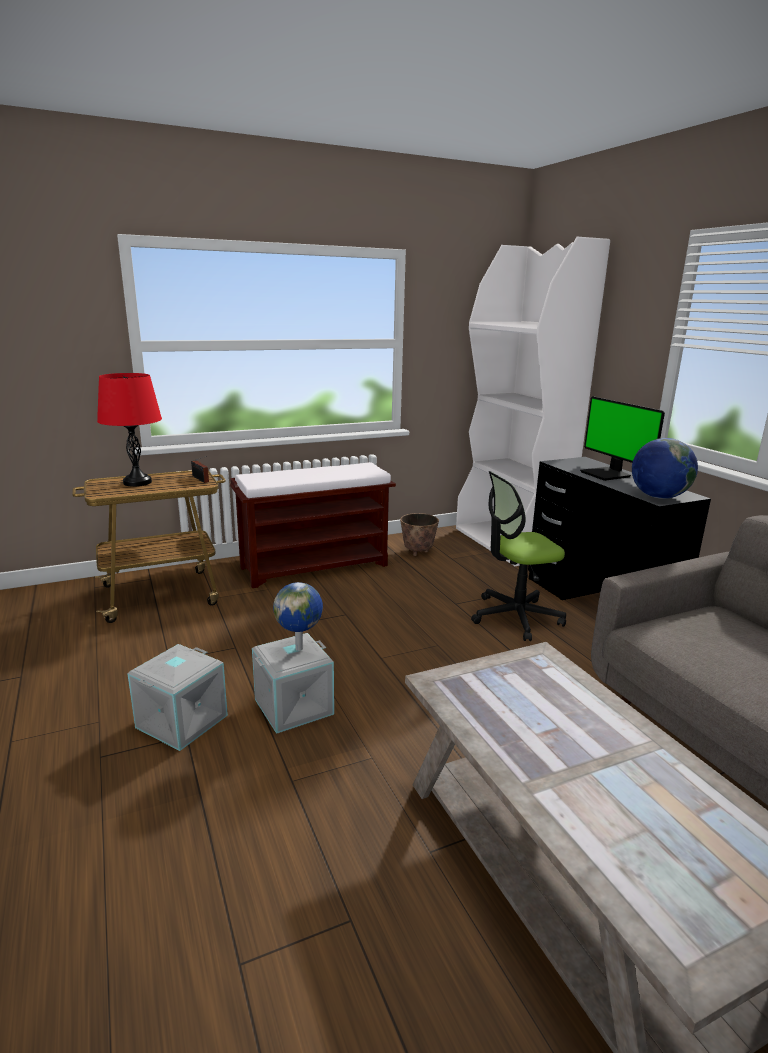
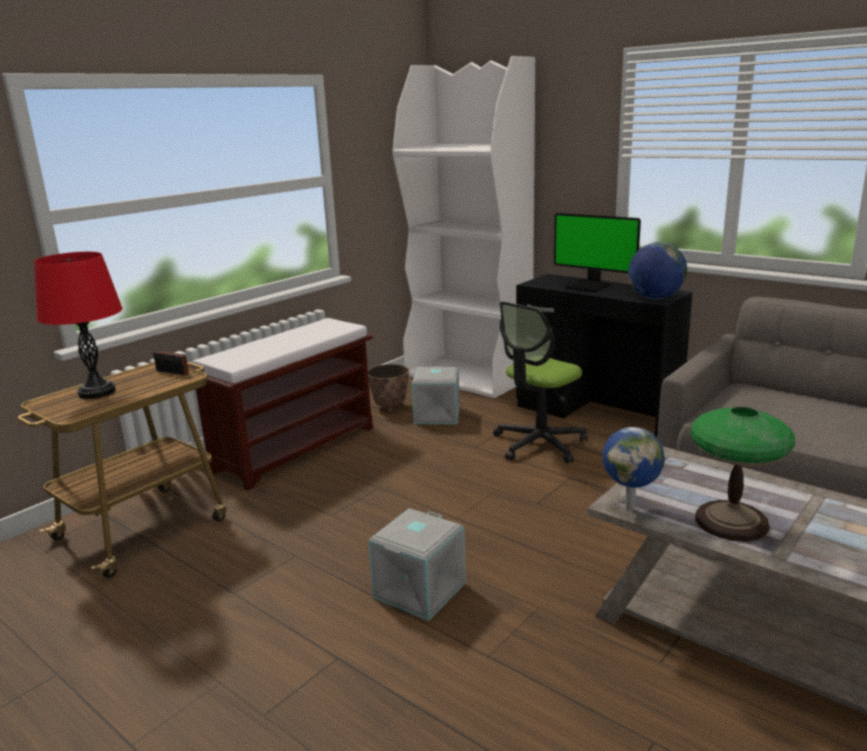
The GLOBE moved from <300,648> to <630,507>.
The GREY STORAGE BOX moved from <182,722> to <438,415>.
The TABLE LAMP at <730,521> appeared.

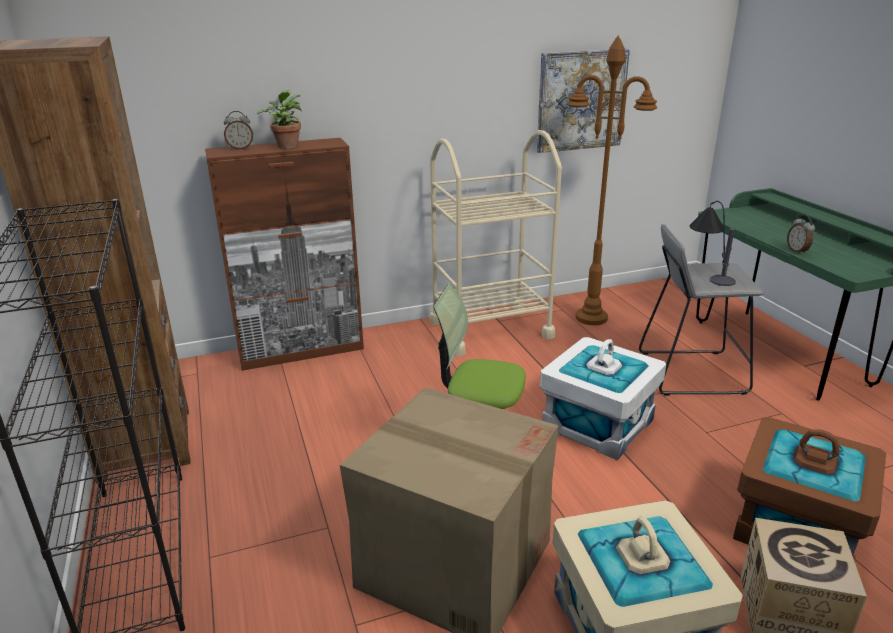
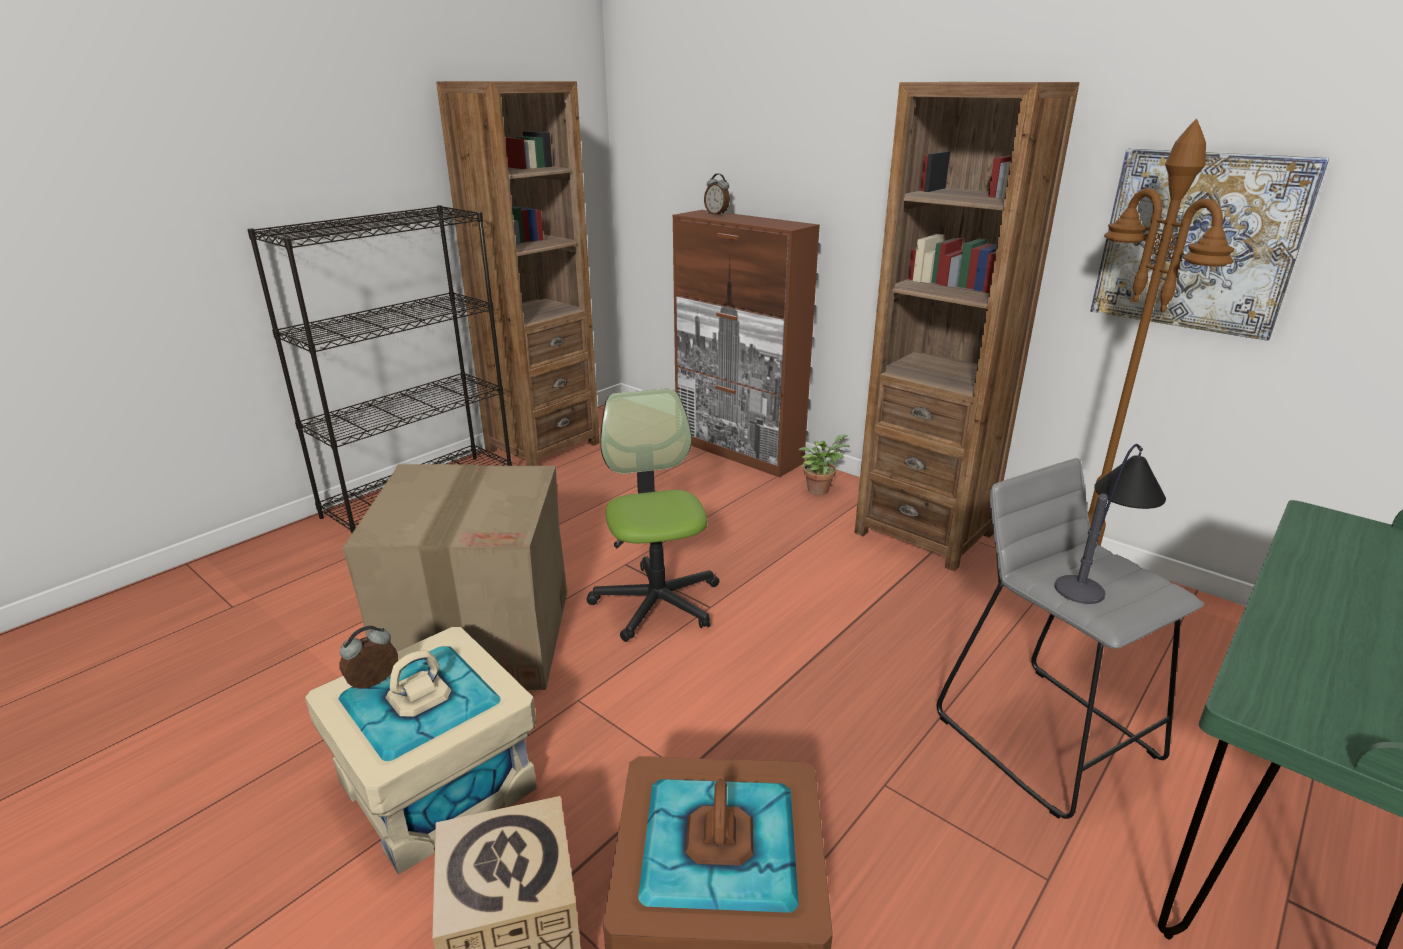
The POTTED PLANT moved from <287,146> to <819,489>.
The BEIGE CART at <490,329> was replaced by the BROWN BOOKCASE at <924,533>.
The ALARM CLOCK moved from <797,251> to <374,683>.
The WHITE STORAGE BOX at <597,423> disappeared.

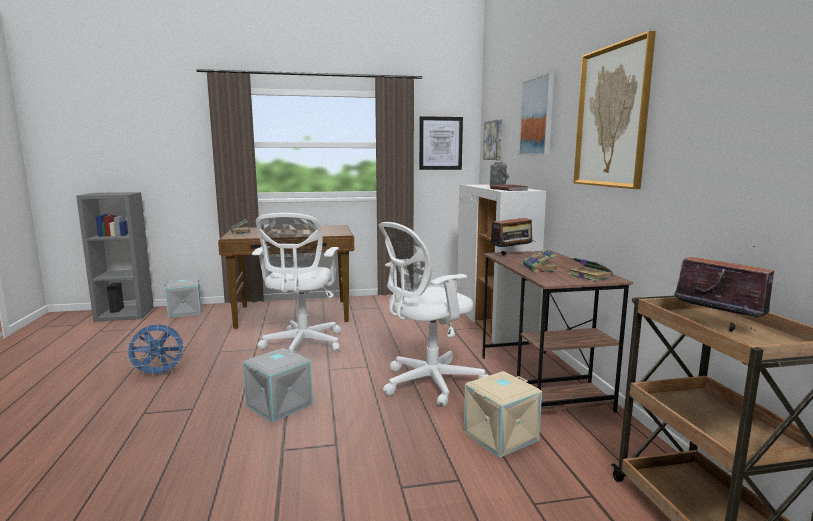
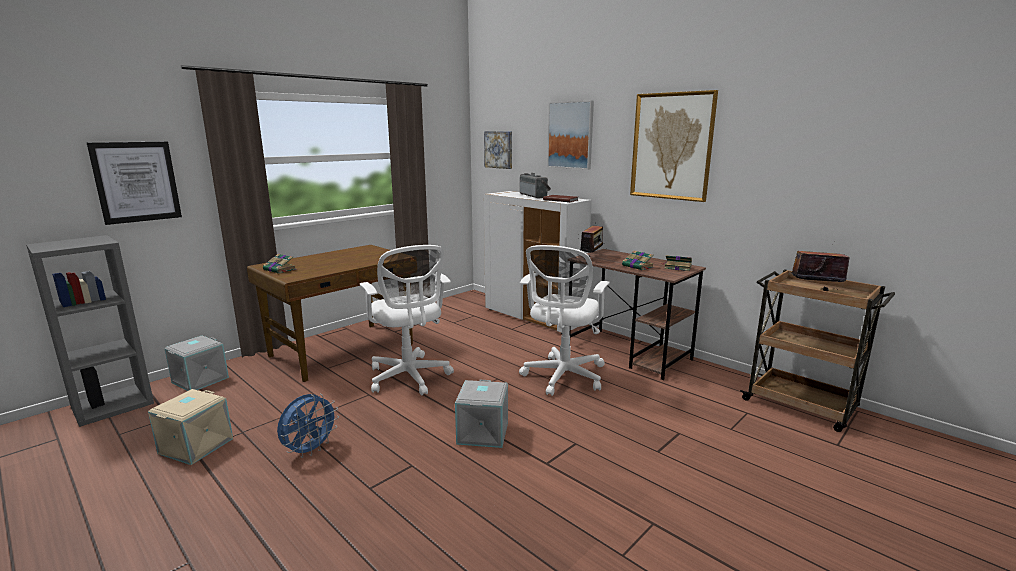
The PICTURE moved from <440,143> to <136,182>.
The BEIGE STORAGE BOX moved from <501,437> to <196,446>.

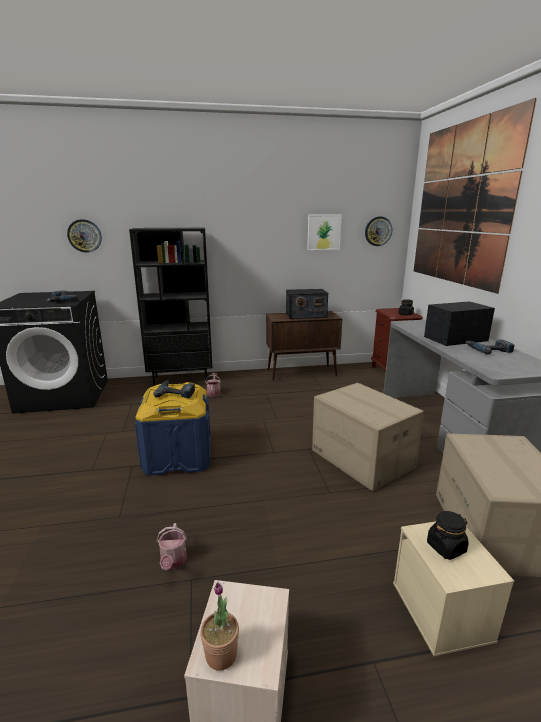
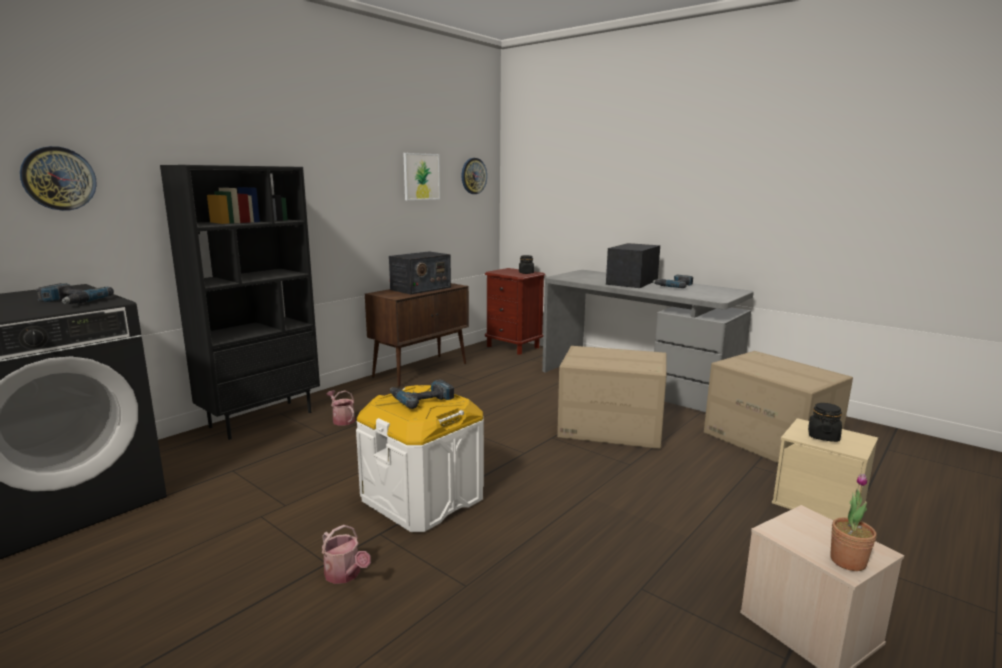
The PICTURE at <461,205> disappeared.
The BLUE STORAGE BOX at <178,456> became the WHITE STORAGE BOX at <423,498>.
The WATERING CAN moved from <173,561> to <345,575>.

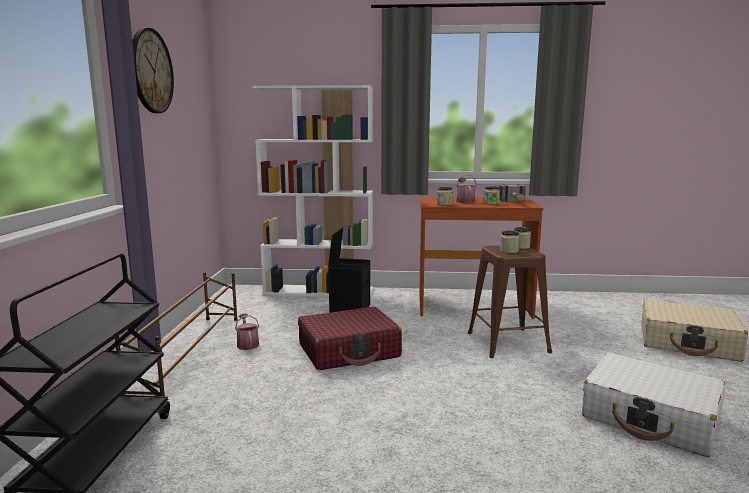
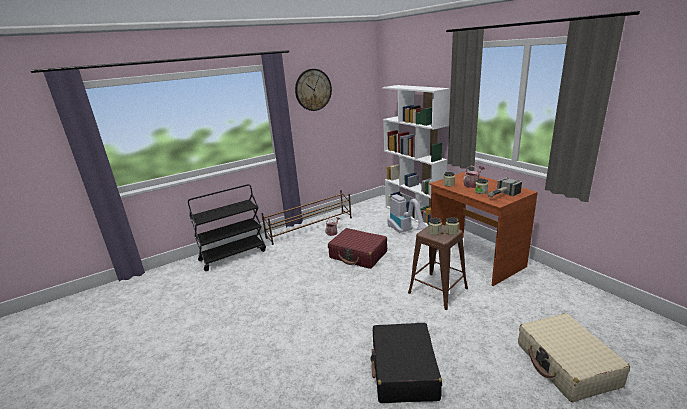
The BLACK STORAGE BOX at <349,309> was replaced by the VACUUM CLEANER at <405,231>.
The WHITE SUITCASE at <650,418> became the BLACK SUITCASE at <404,371>.

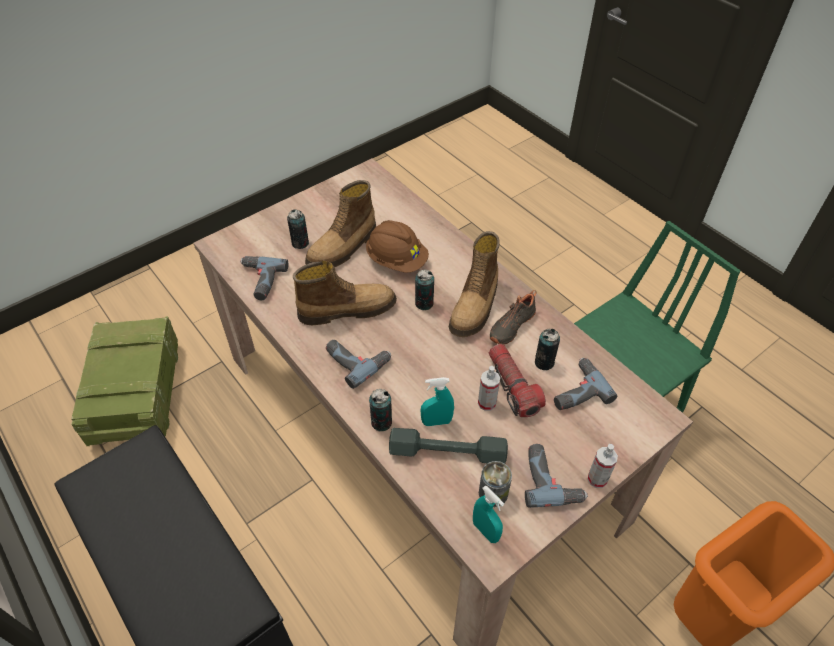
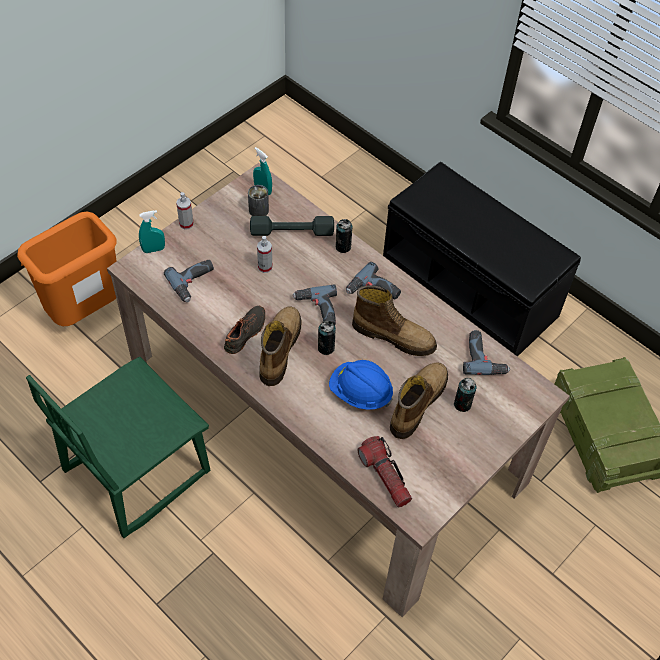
The BROWN HARD HAT at <397,260> became the BLUE HARD HAT at <360,393>.
The BOOT at <347,309> turned 135 degrees counterclockwise.
The CAN at <544,362> disappeared.
The FLASHLIGHT moved from <512,386> to <385,476>.
The TURQUOISE SPRAY BOTTLE moved from <436,422> to <153,249>.
The POWER DRILL moved from <551,479> to <317,310>.

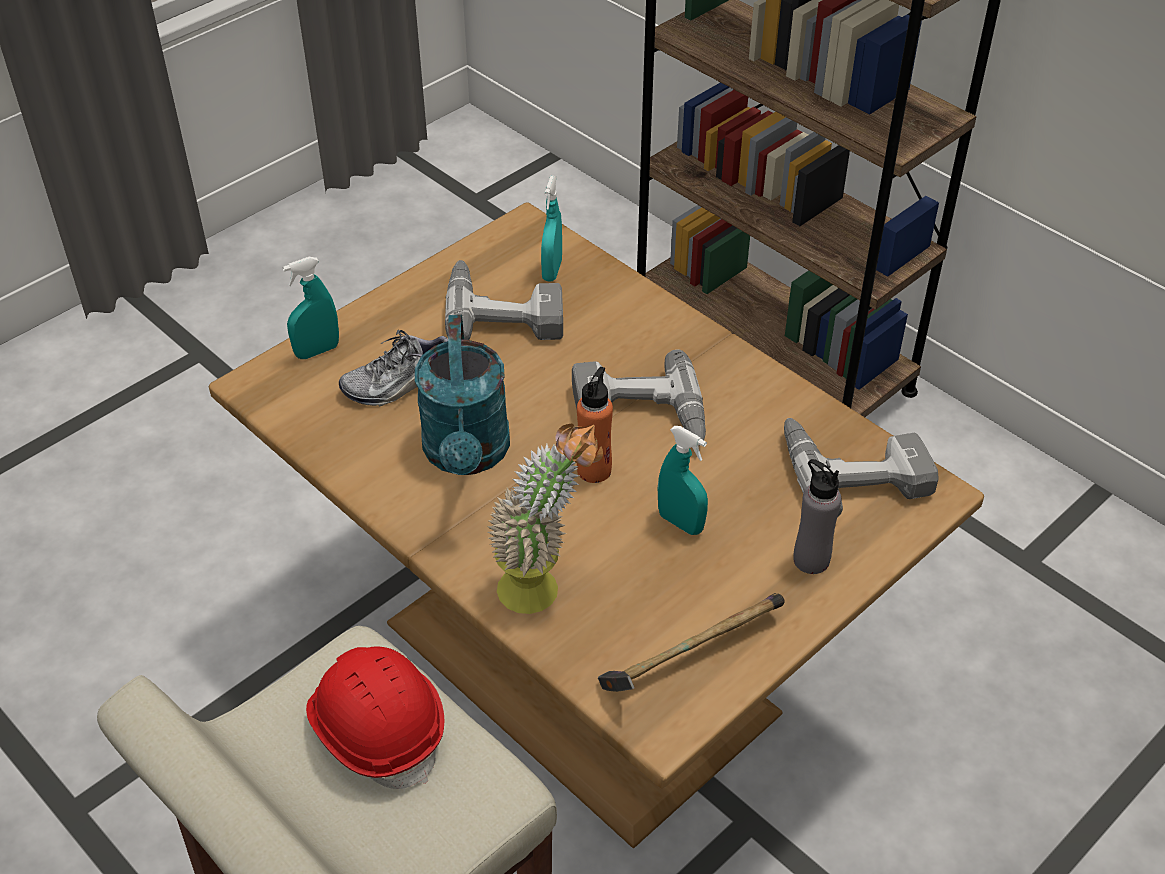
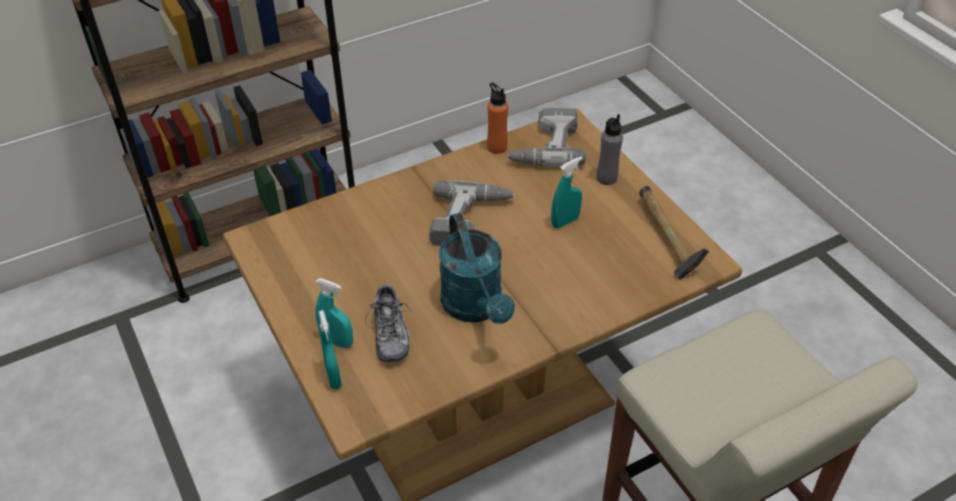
The TURQUOISE SPRAY BOTTLE moved from <552,270> to <337,341>.
The POWER DRILL at <504,310> disappeared.
The TURQUOISE WATERING CAN at <467,455> turned 60 degrees clockwise.
The ORANGE BOTTLE moved from <594,470> to <497,147>.
The POTTED PLANT at <544,587> disappeared.
The RED HARD HAT at <377,729> disappeared.

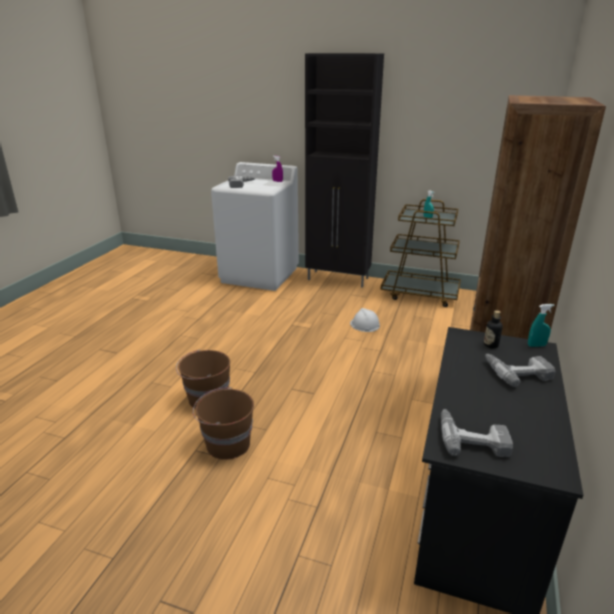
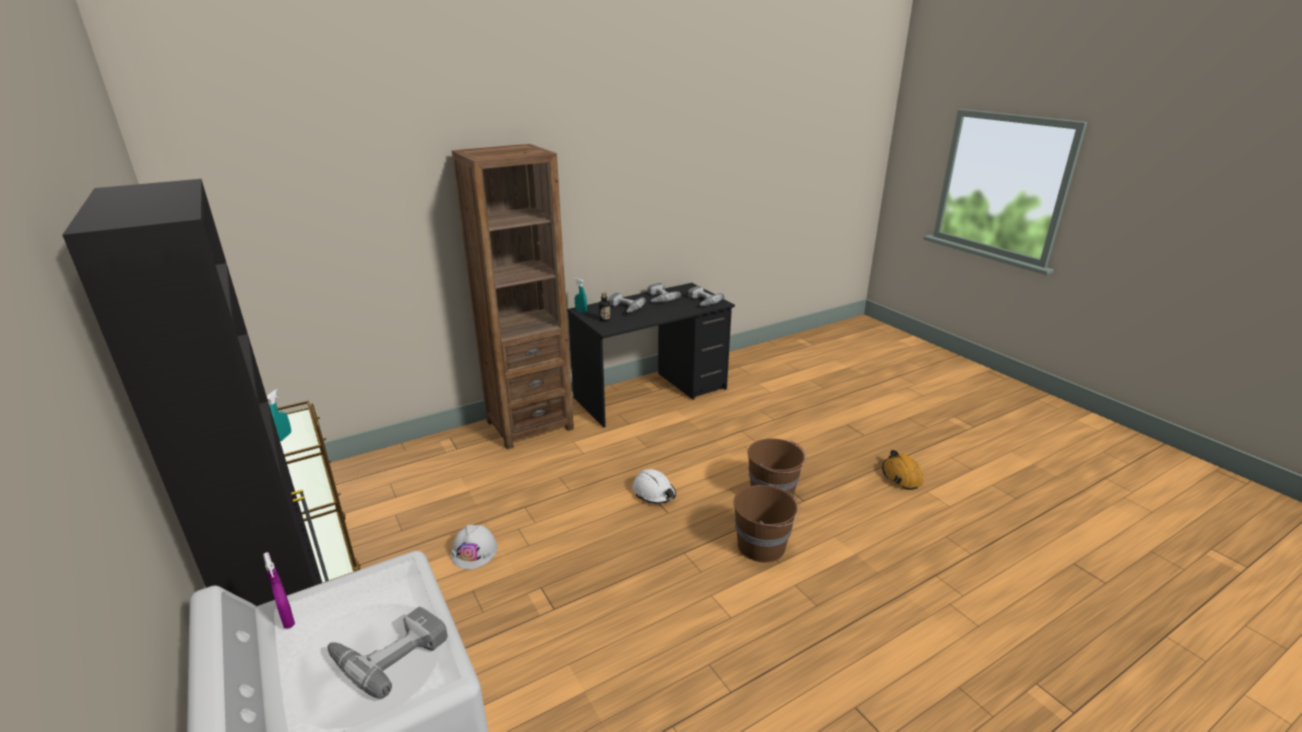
The POWER DRILL at <658,298> appeared.
The ORANGE HARD HAT at <901,476> appeared.
The WHITE HARD HAT at <654,493> appeared.

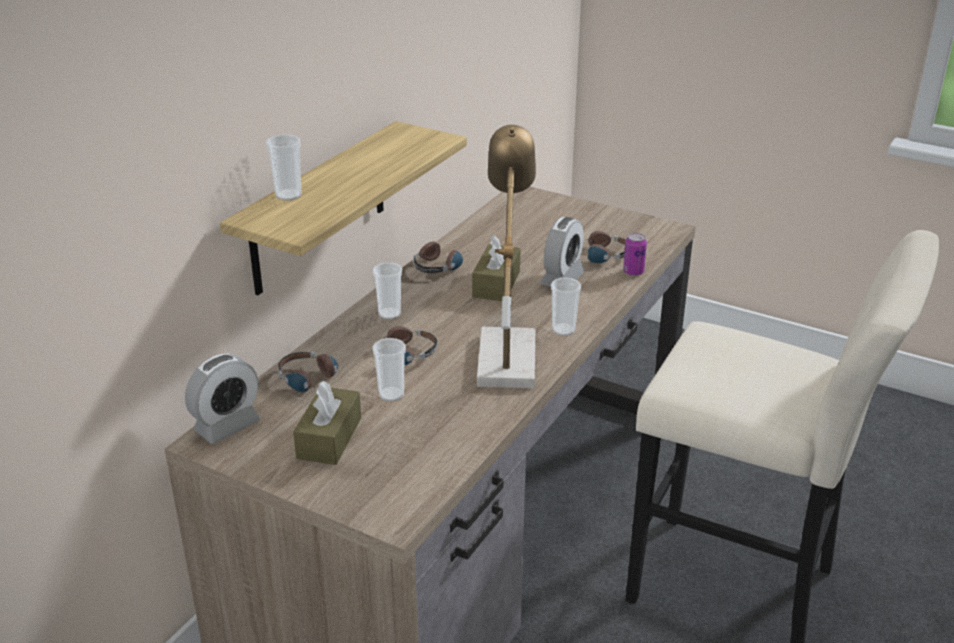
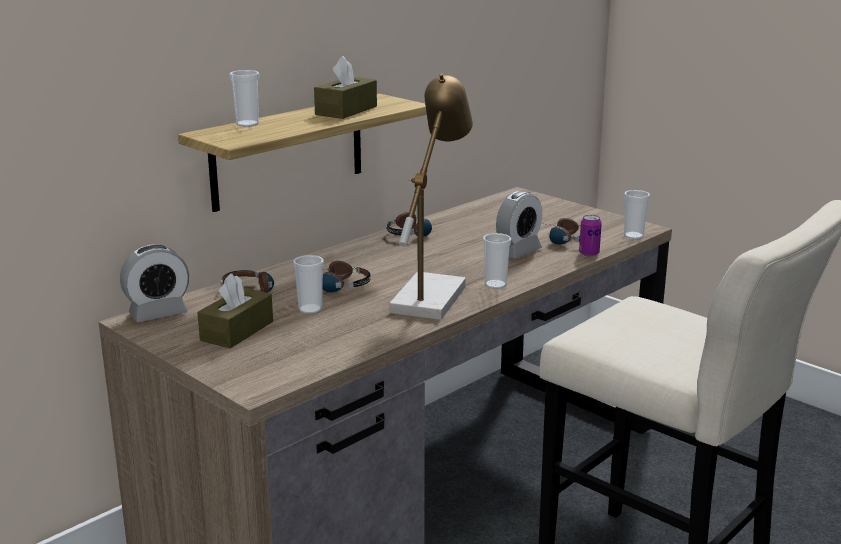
The BROWN TISSUE BOX moved from <496,284> to <346,110>.
The CUP moved from <389,314> to <633,236>.

